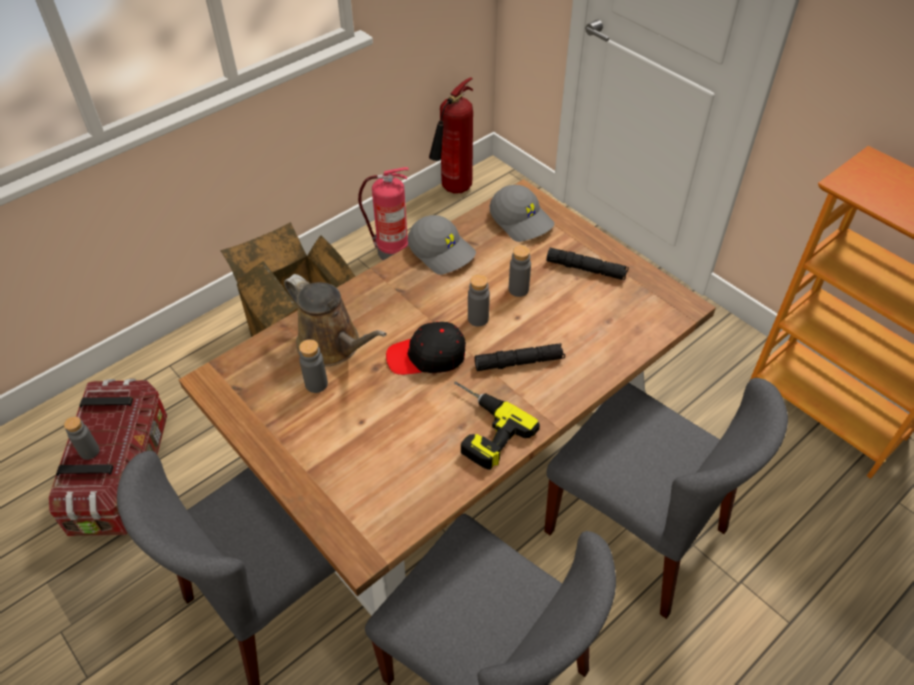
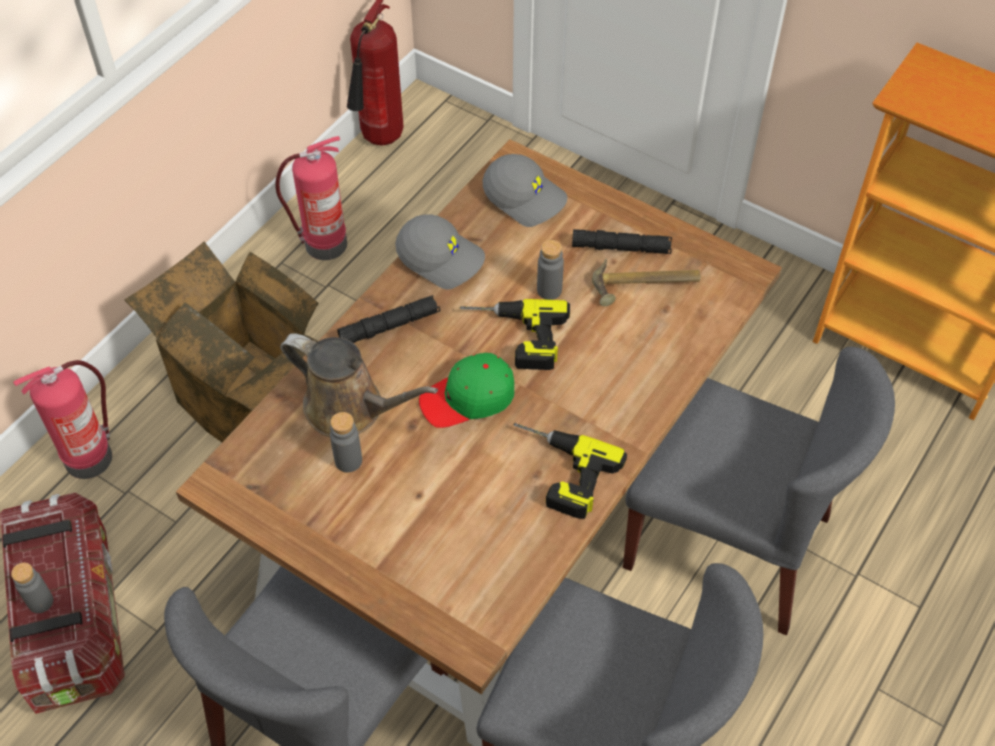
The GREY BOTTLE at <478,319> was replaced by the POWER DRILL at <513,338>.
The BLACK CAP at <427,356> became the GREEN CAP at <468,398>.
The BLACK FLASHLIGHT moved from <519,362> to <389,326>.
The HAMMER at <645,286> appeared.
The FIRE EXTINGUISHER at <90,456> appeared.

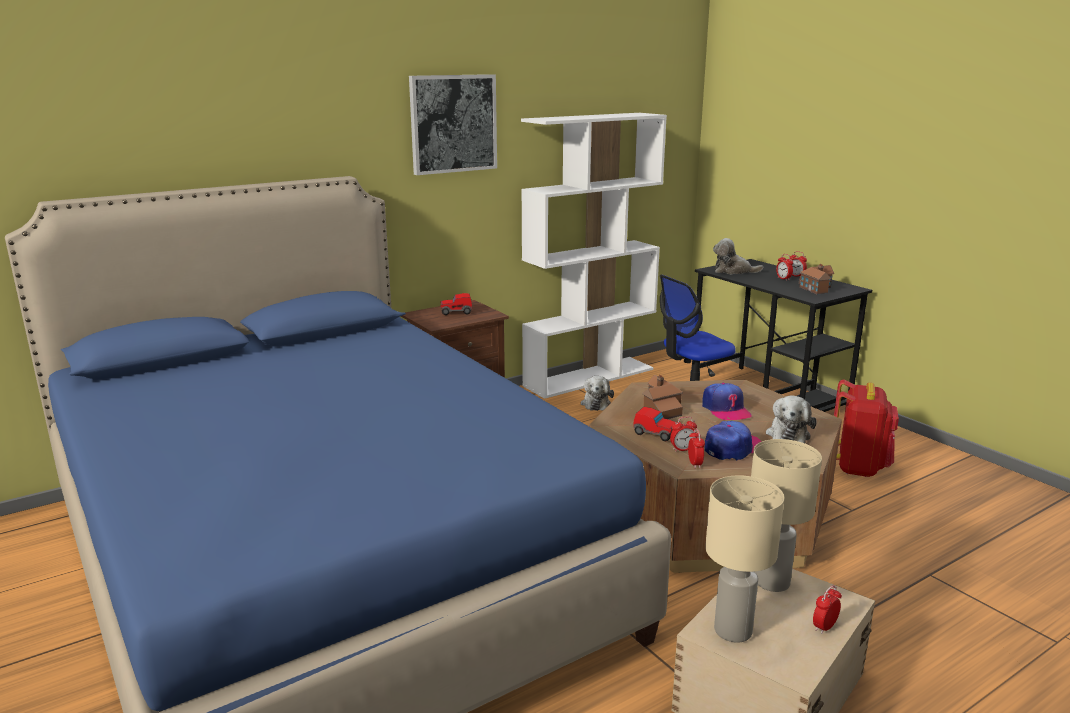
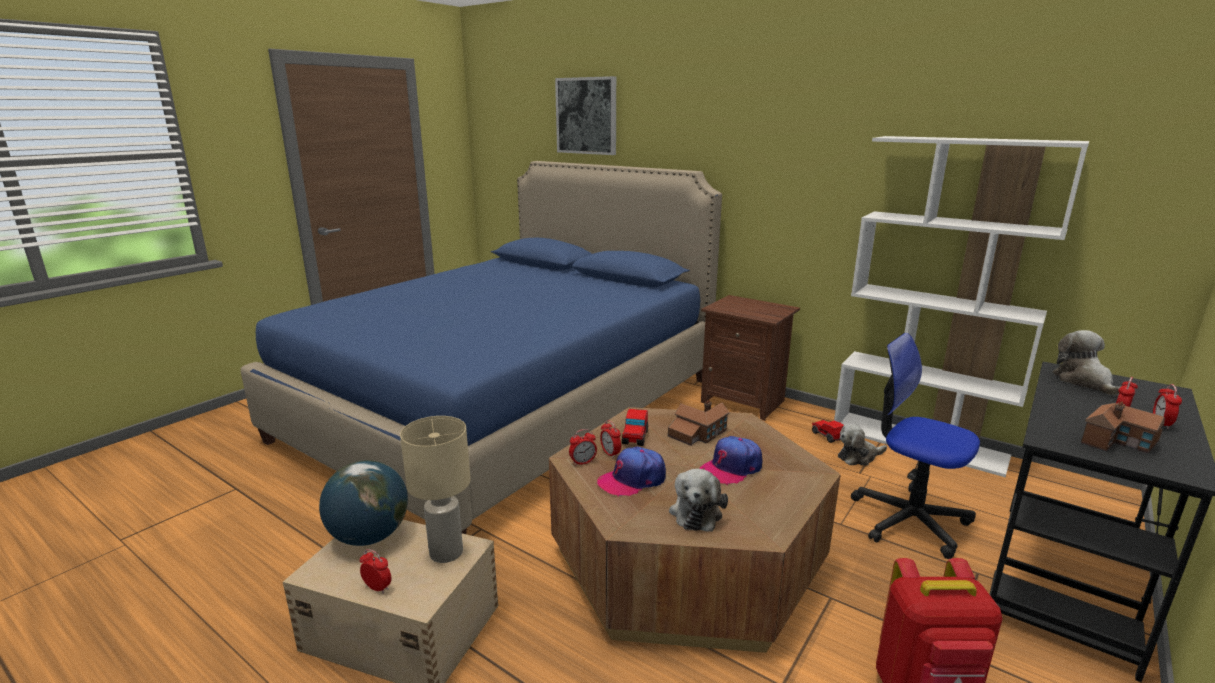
The PICTURE moved from <453,123> to <586,116>.
The TOY CAR moved from <456,312> to <827,436>.
The PLUSH TOY at <788,434> turned 75 degrees counterclockwise.
The CAP at <733,448> turned 120 degrees clockwise.
The BEIGE TABLE LAMP at <734,631> was replaced by the GLOBE at <370,537>.

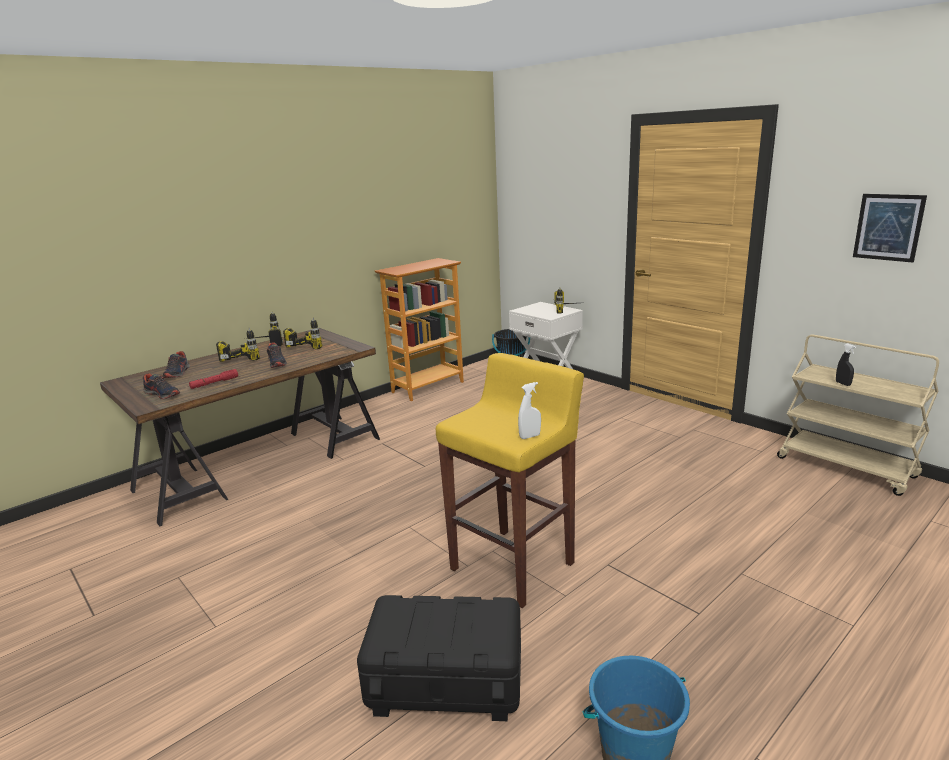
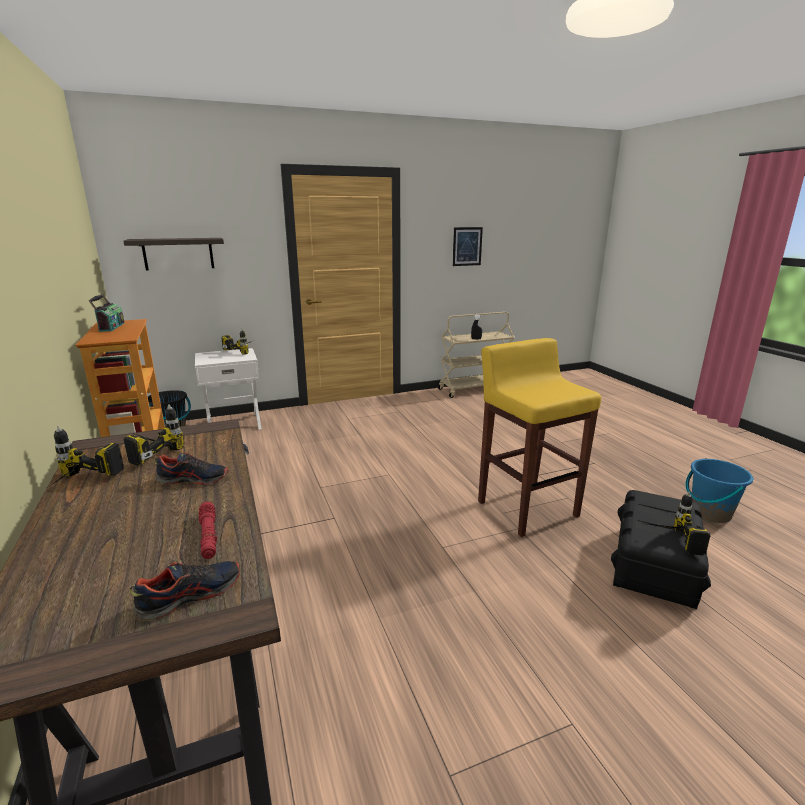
The POWER DRILL moved from <242,357> to <666,539>.
The SHOE at <177,373> disappeared.
The WHITE SPRAY BOTTLE at <530,436> disappeared.
The SHELF at <178,253> appeared.
The RADIO at <110,327> appeared.

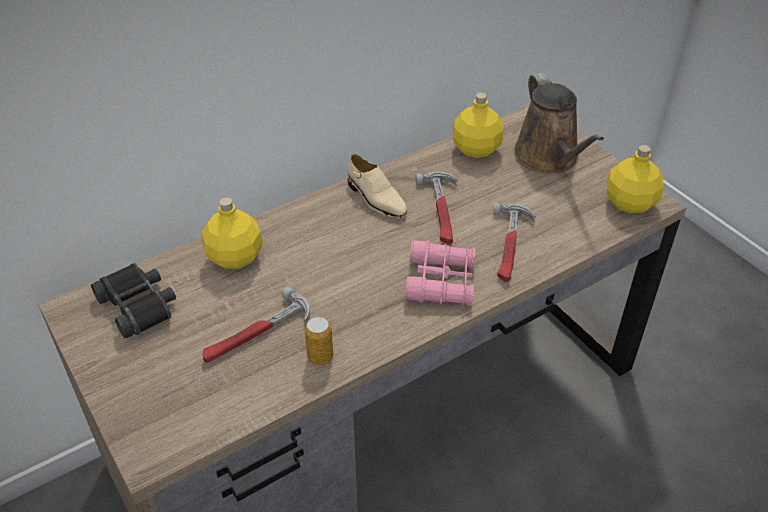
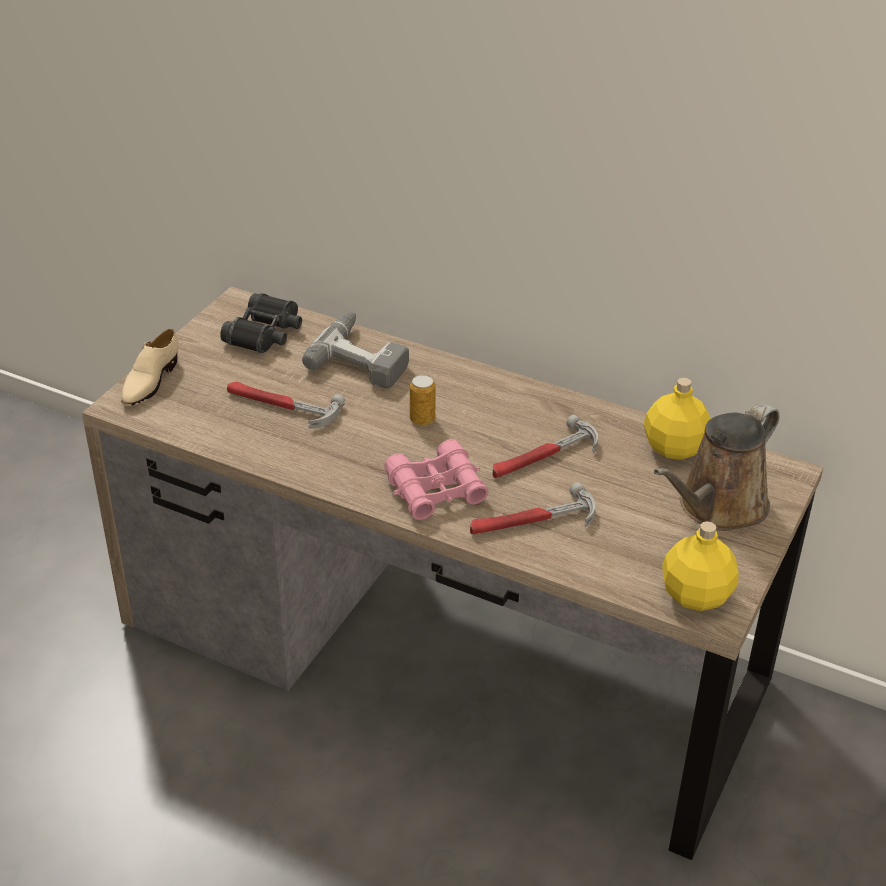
The BEIGE SHOE moved from <376,199> to <150,382>.
The YELLOW BOTTLE at <235,257> was replaced by the POWER DRILL at <364,357>.
The CAN moved from <320,357> to <422,419>.

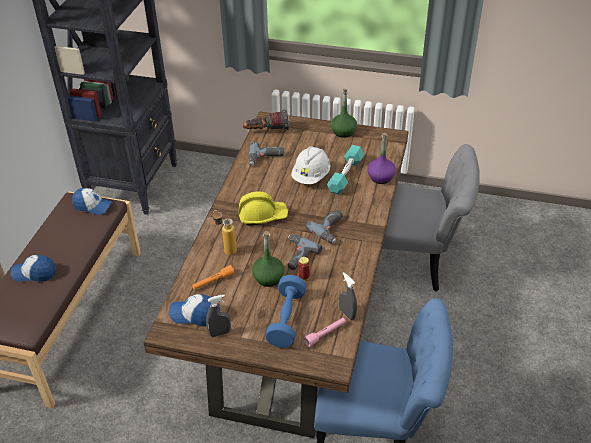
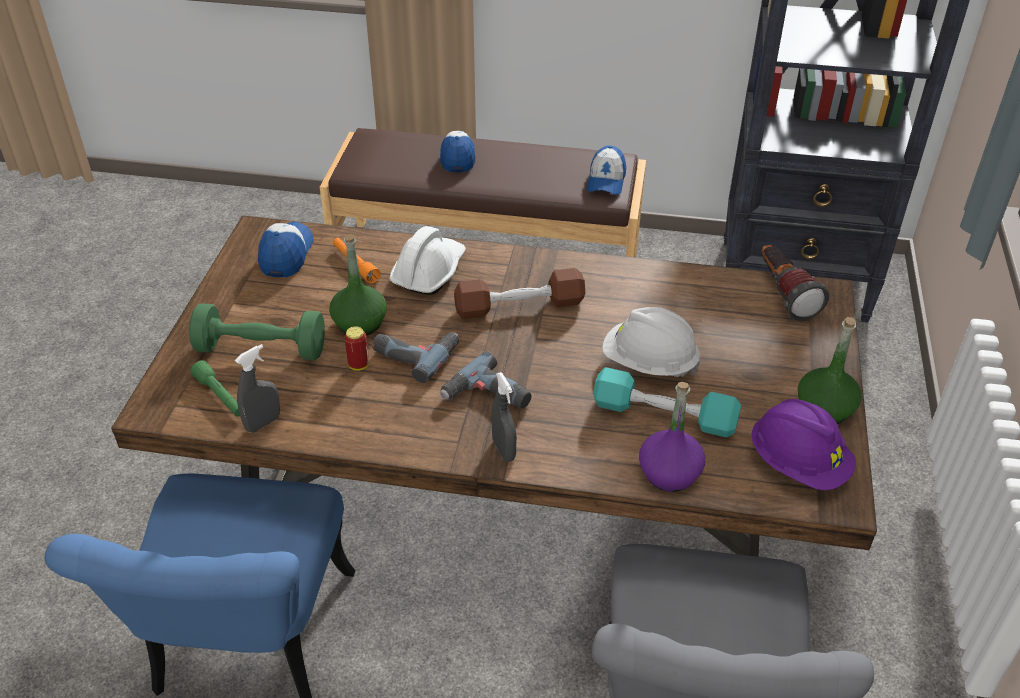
The POWER DRILL at <266,158> disappeared.
The YELLOW HARD HAT at <262,216> was replaced by the BROWN DUMBBELL at <519,306>.
The BOTTLE at <226,250> was replaced by the WHITE HARD HAT at <429,272>.
The BLUE DUMBBELL at <286,319> became the GREEN DUMBBELL at <261,349>.
The GREY SPRAY BOTTLE moved from <219,333> to <504,450>.
The PINK FLASHLIGHT at <325,334> became the GREEN FLASHLIGHT at <220,396>.
The PURPLE HARD HAT at <798,464> appeared.

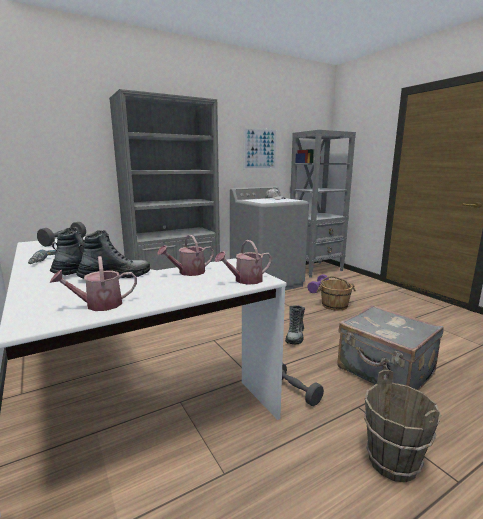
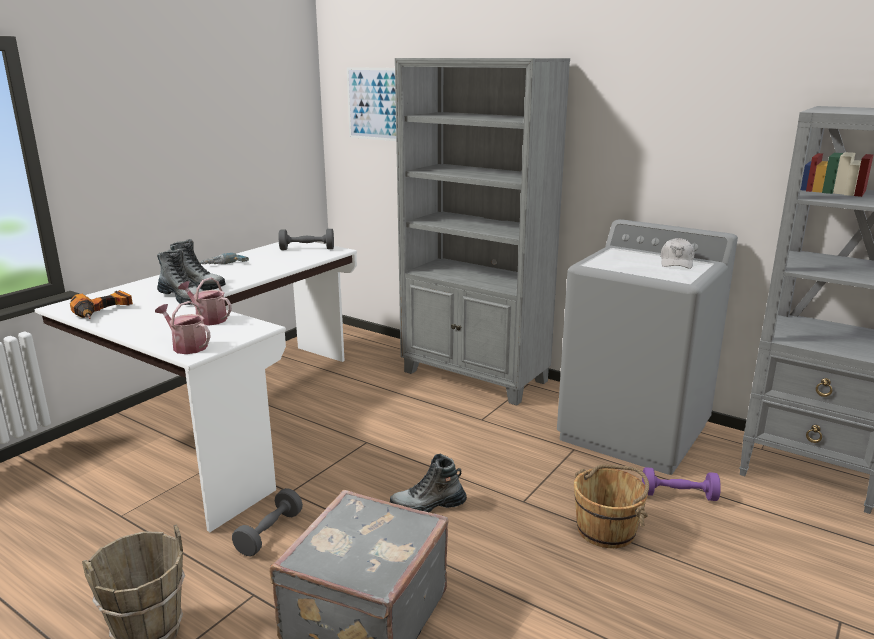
The PICTURE moved from <260,149> to <374,104>.
The WATERING CAN at <99,305> was replaced by the POWER DRILL at <104,312>.

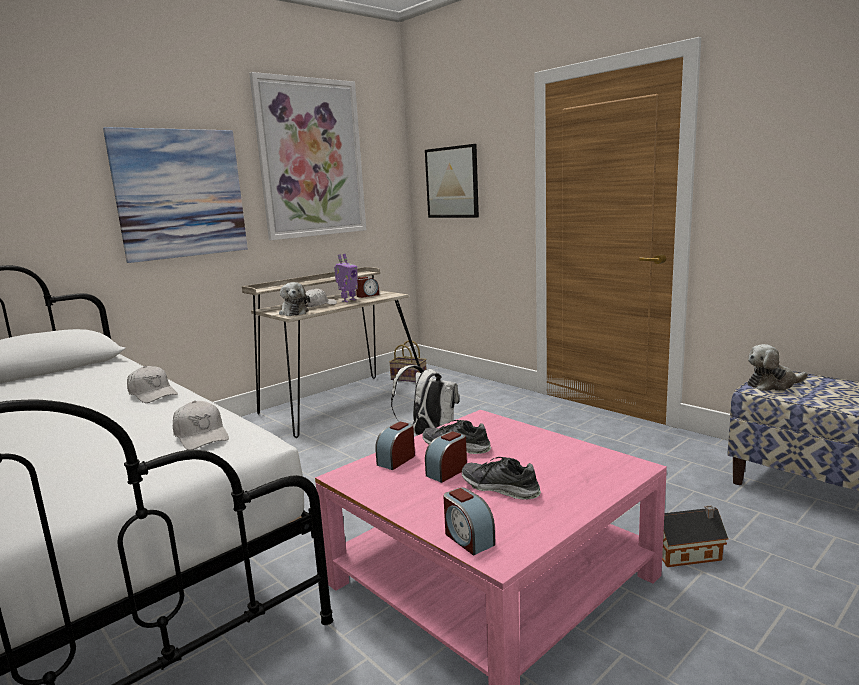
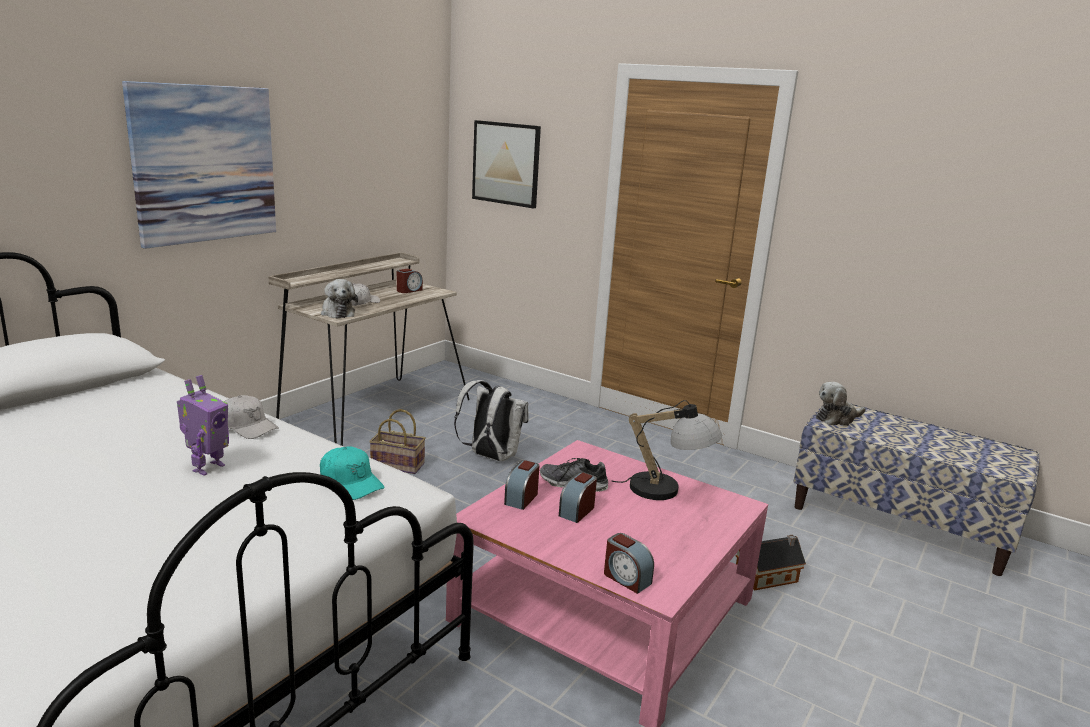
The PICTURE at <311,158> disappeared.
The TOY ROBOT moved from <348,300> to <207,468>.
The BASKET moved from <410,378> to <399,465>.
The WHITE CAP at <201,436> became the TURQUOISE CAP at <351,483>.
The SHOE at <500,488> disappeared.
The TABLE LAMP at <667,490> appeared.

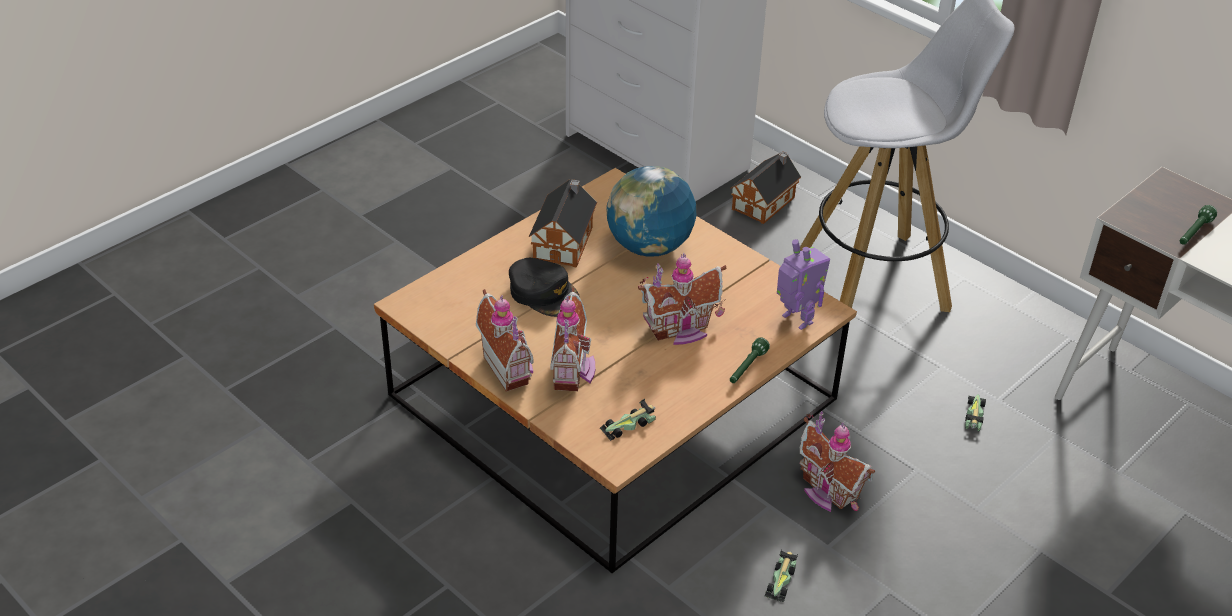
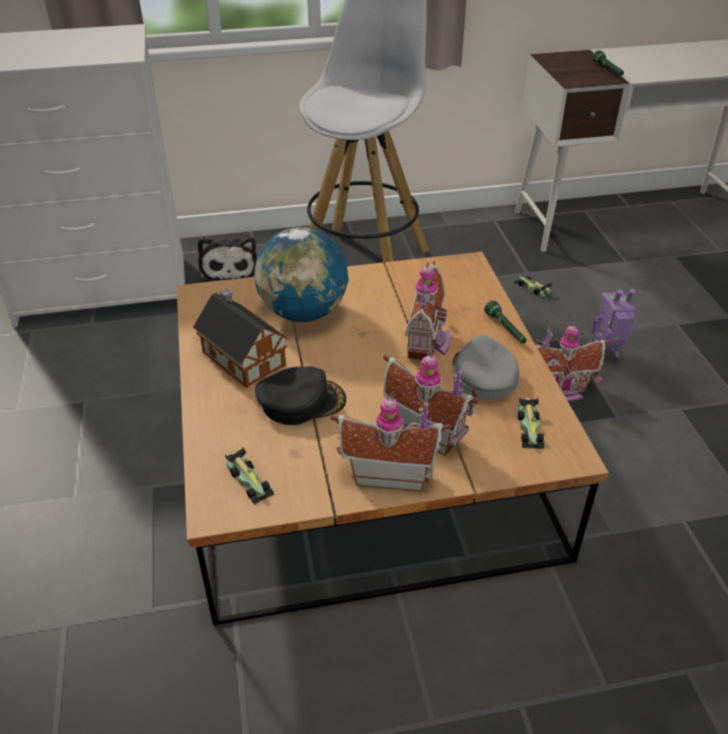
The TOY HOUSE at <765,202> was replaced by the PLUSH TOY at <229,269>.
The TOY ROBOT moved from <796,320> to <606,354>.
The TOY CAR moved from <781,578> to <248,479>.
The GREY CAP at <483,375> appeared.

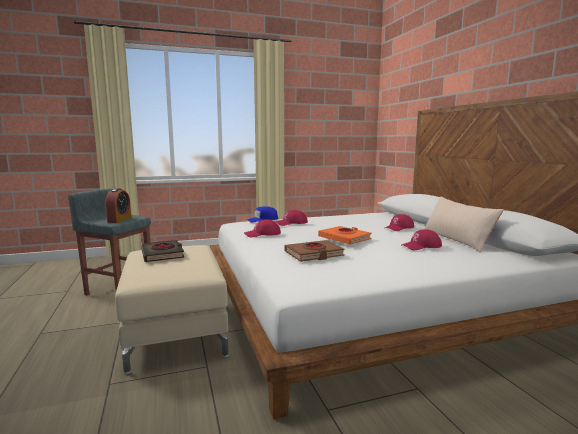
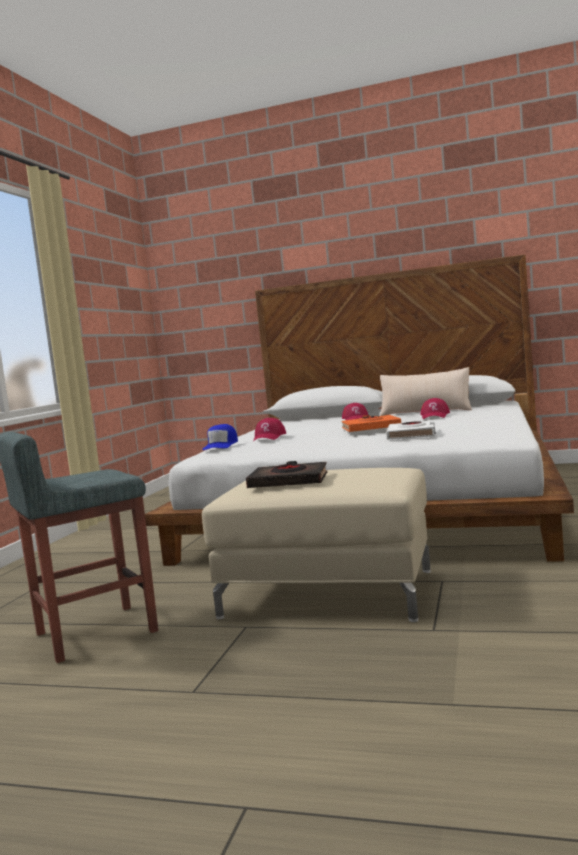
The ALARM CLOCK at <119,220> disappeared.
The RED CAP at <262,234> disappeared.
The BROWN BOOK at <314,254> became the WHITE BOOK at <411,435>.

